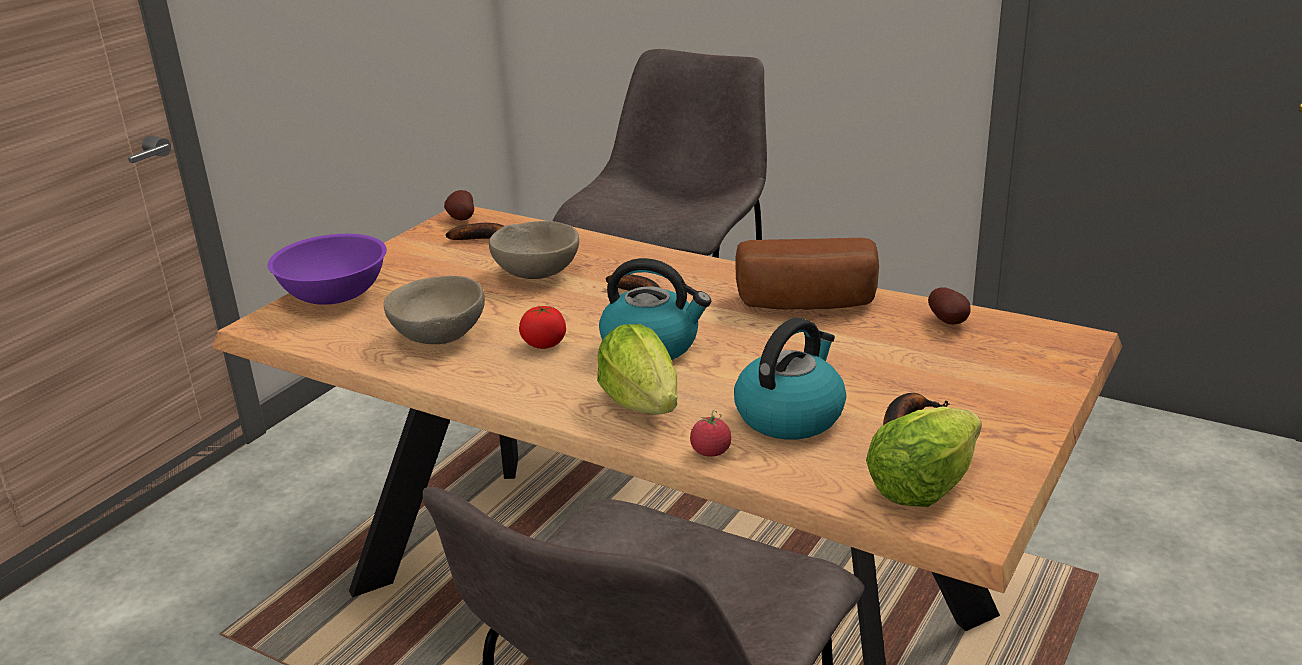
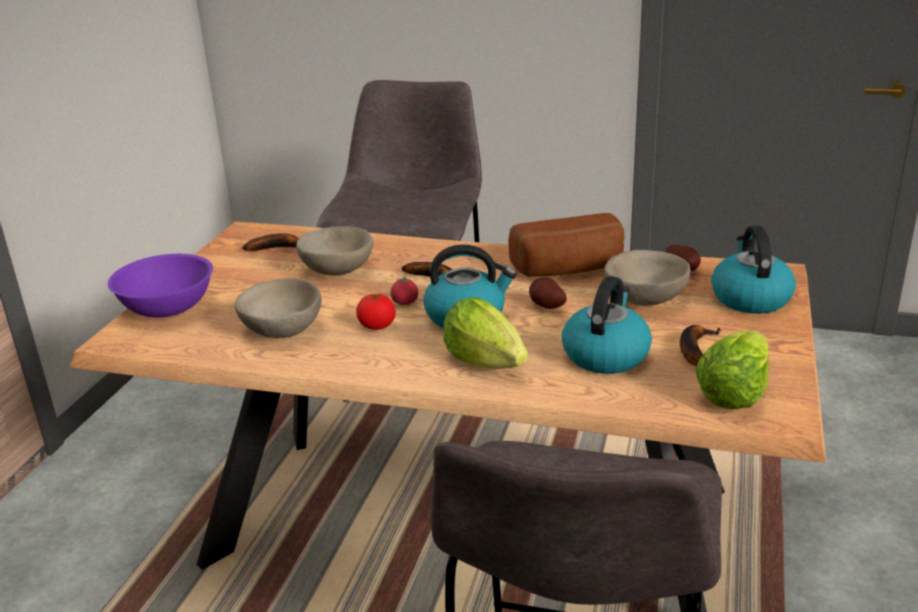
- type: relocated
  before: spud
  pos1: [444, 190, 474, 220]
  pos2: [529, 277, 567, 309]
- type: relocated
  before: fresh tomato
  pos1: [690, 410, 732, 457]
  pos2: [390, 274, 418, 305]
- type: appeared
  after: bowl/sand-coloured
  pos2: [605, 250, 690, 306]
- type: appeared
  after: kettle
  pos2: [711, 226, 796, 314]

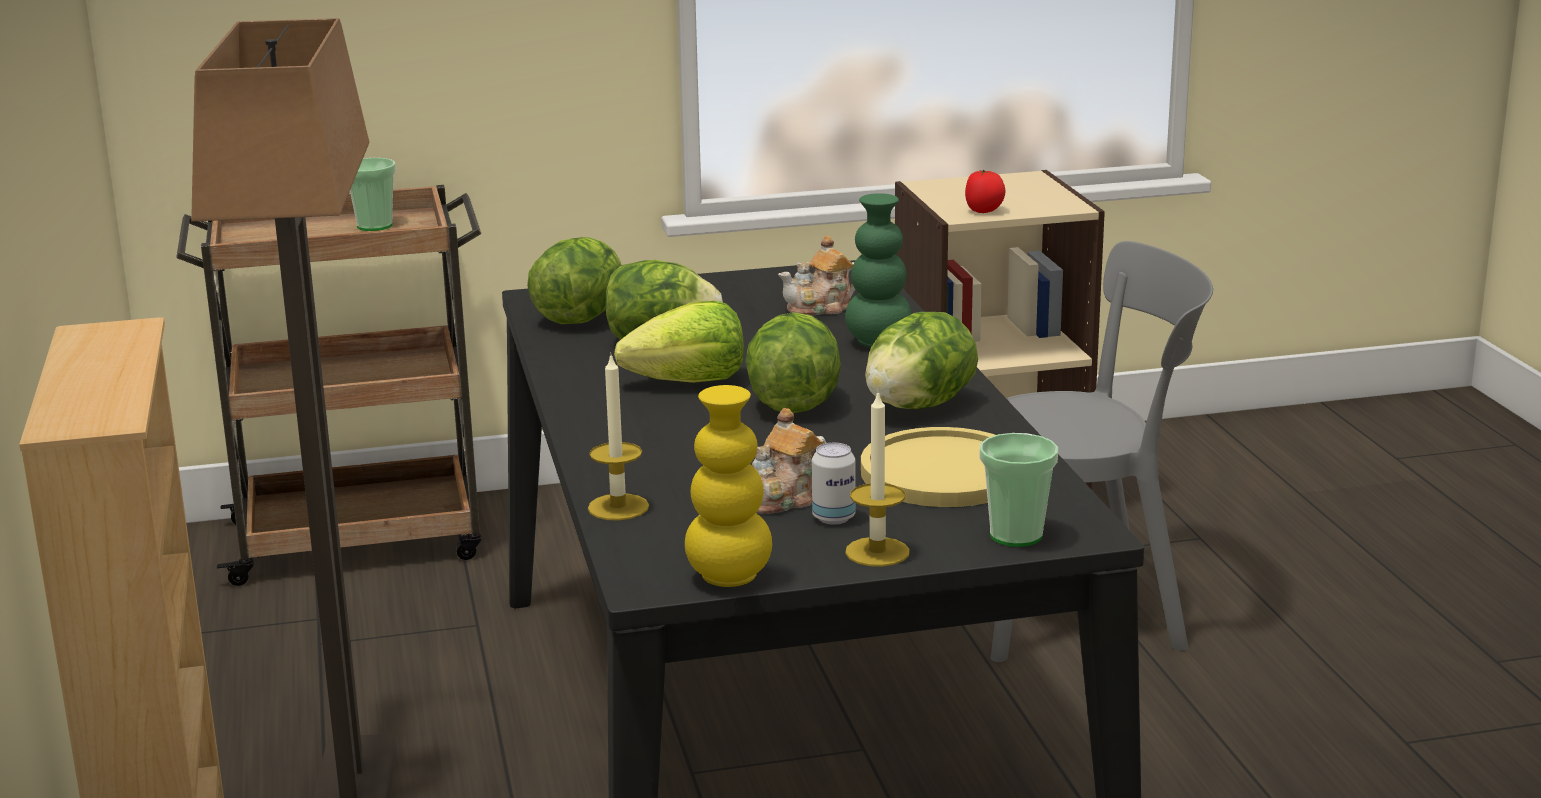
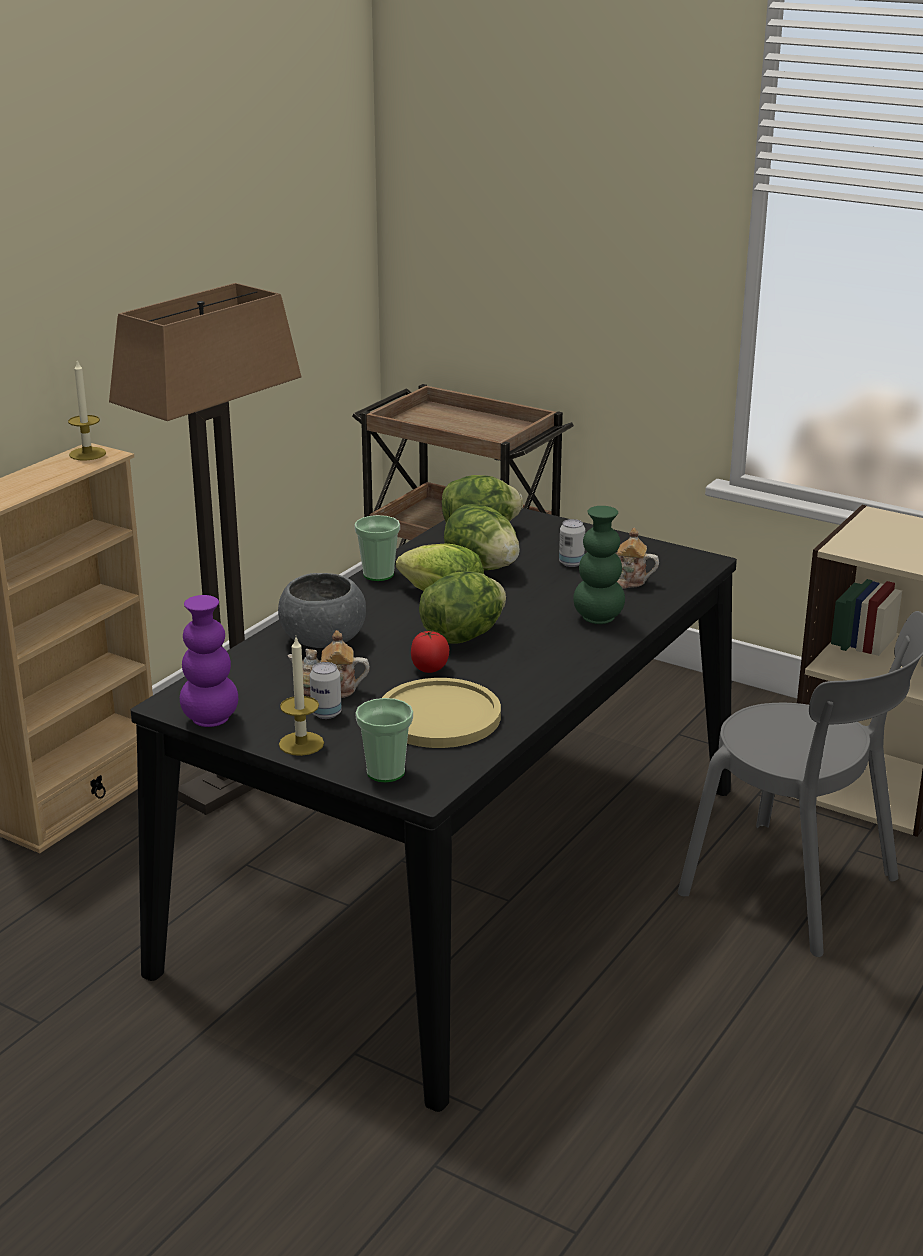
- type: relocated
  before: small cup
  pos1: [350, 158, 396, 231]
  pos2: [354, 515, 400, 581]
- type: relocated
  before: candle
  pos1: [588, 352, 649, 521]
  pos2: [68, 360, 106, 461]
- type: colour
  before: flower vase/yellowish
  after: flower vase/purplish
  pos1: [685, 385, 772, 587]
  pos2: [180, 595, 238, 727]
- type: missing
  before: head of lettuce
  pos1: [865, 312, 978, 409]
- type: relocated
  before: fresh tomato
  pos1: [965, 170, 1006, 213]
  pos2: [411, 631, 449, 673]
- type: appeared
  after: bowl/gray
  pos2: [278, 573, 366, 648]
- type: appeared
  after: can
  pos2: [559, 519, 585, 567]

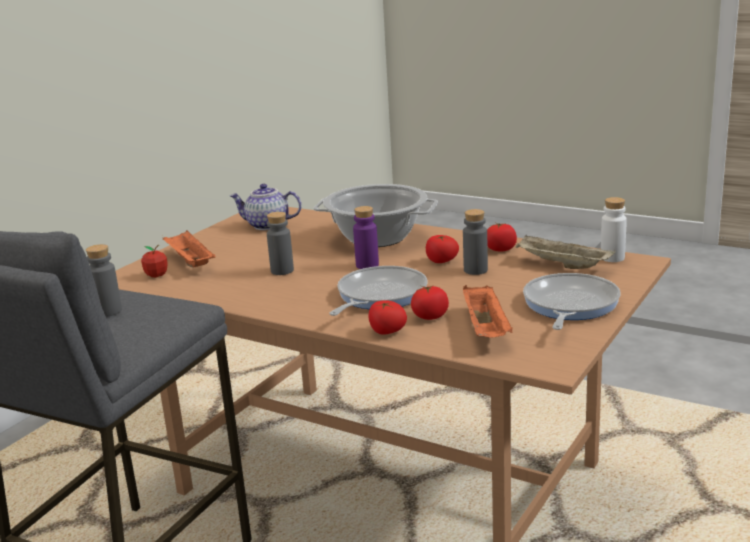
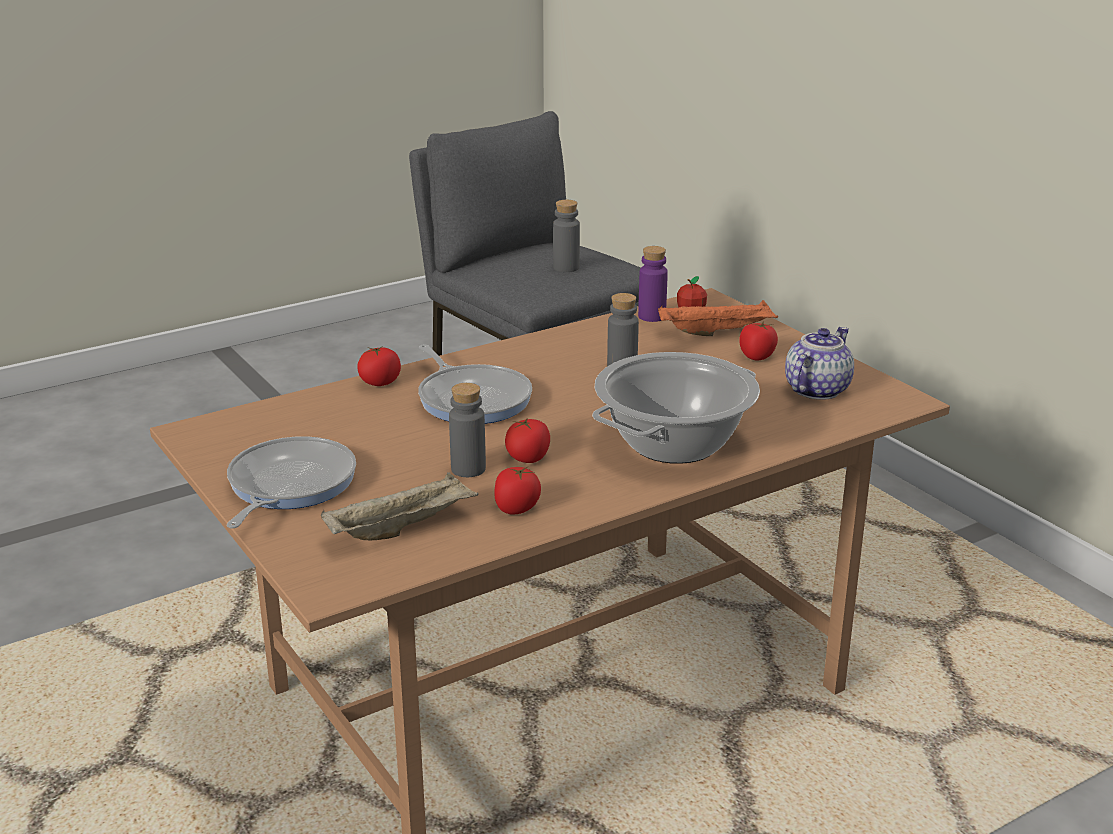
- type: relocated
  before: drink bottle/purplish
  pos1: [353, 206, 379, 269]
  pos2: [638, 246, 668, 322]
- type: relocated
  before: fresh tomato
  pos1: [411, 285, 449, 320]
  pos2: [739, 322, 778, 361]
- type: missing
  before: tray/orange
  pos1: [463, 285, 513, 338]
- type: spun
  before: frying pan
  pos1: [523, 273, 620, 330]
  pos2: [227, 436, 356, 528]
  turn: -120
- type: missing
  before: drink bottle/whitish
  pos1: [601, 197, 627, 262]

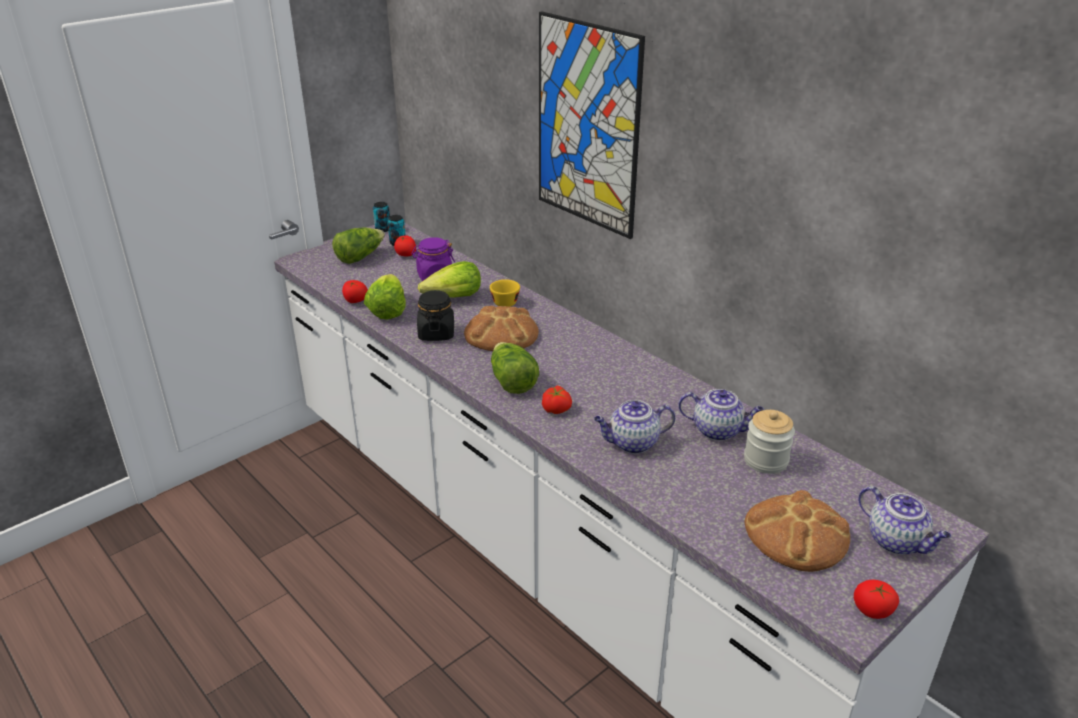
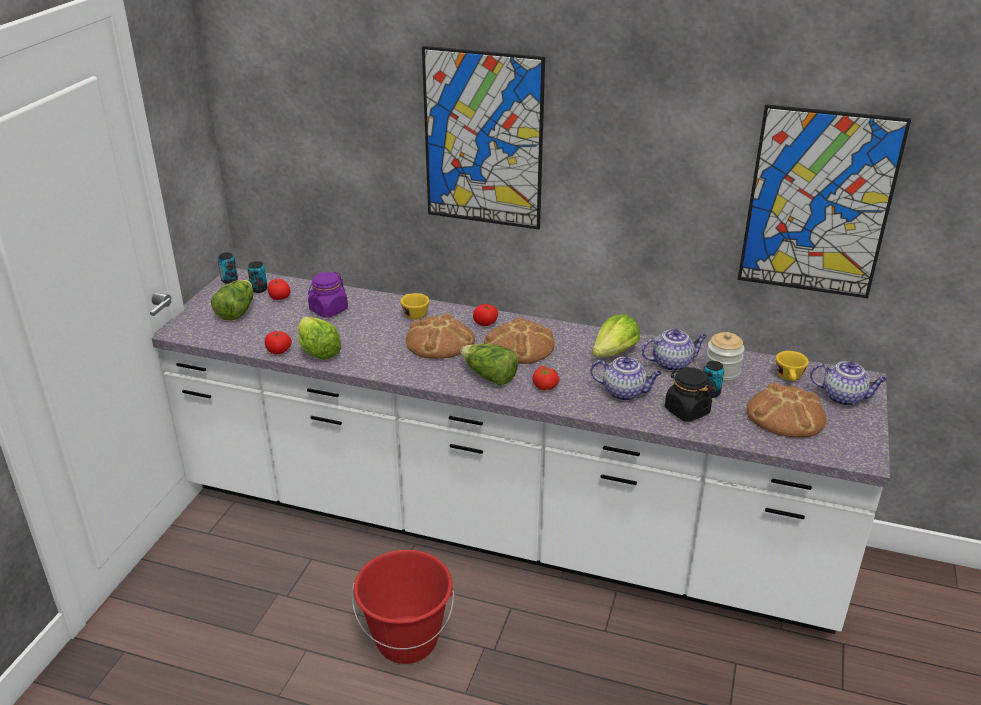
- type: relocated
  before: storage jar/blackish
  pos1: [417, 290, 454, 341]
  pos2: [665, 367, 712, 422]
- type: relocated
  before: head of lettuce
  pos1: [418, 261, 481, 297]
  pos2: [592, 314, 640, 357]
- type: spun
  before: pot for tea
  pos1: [594, 400, 675, 454]
  pos2: [590, 357, 662, 401]
  turn: -120
- type: relocated
  before: fresh tomato
  pos1: [854, 580, 899, 619]
  pos2: [473, 304, 498, 326]
- type: appeared
  after: water bucket/red
  pos2: [352, 550, 454, 664]
- type: appeared
  after: bakery bread
  pos2: [484, 317, 555, 364]
- type: appeared
  after: can
  pos2: [703, 361, 724, 398]
- type: appeared
  after: wall art
  pos2: [738, 104, 911, 298]
- type: appeared
  after: small cup/yellowish
  pos2: [776, 351, 809, 381]

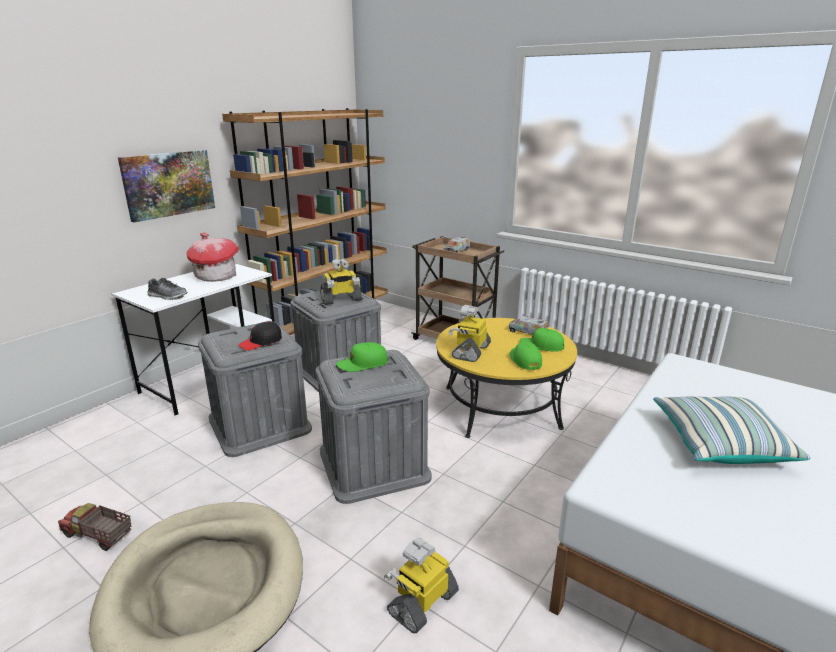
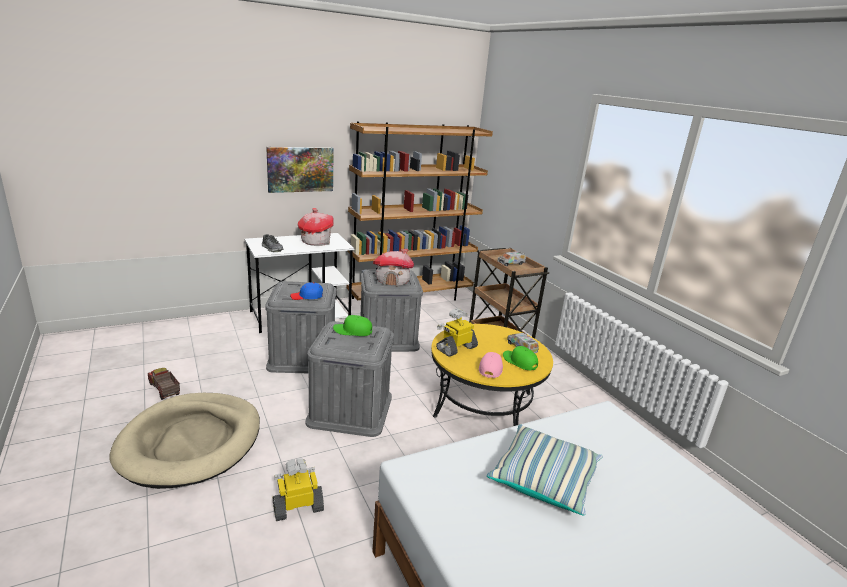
- type: colour
  before: cap/blackish
  after: cap/bluish
  pos1: [238, 321, 282, 351]
  pos2: [290, 282, 323, 300]
- type: exchanged
  before: toy robot
  after: model house
  pos1: [320, 258, 362, 305]
  pos2: [373, 249, 414, 286]
- type: colour
  before: cap/green-coloured
  after: cap/pinkish
  pos1: [510, 342, 542, 370]
  pos2: [479, 352, 503, 378]

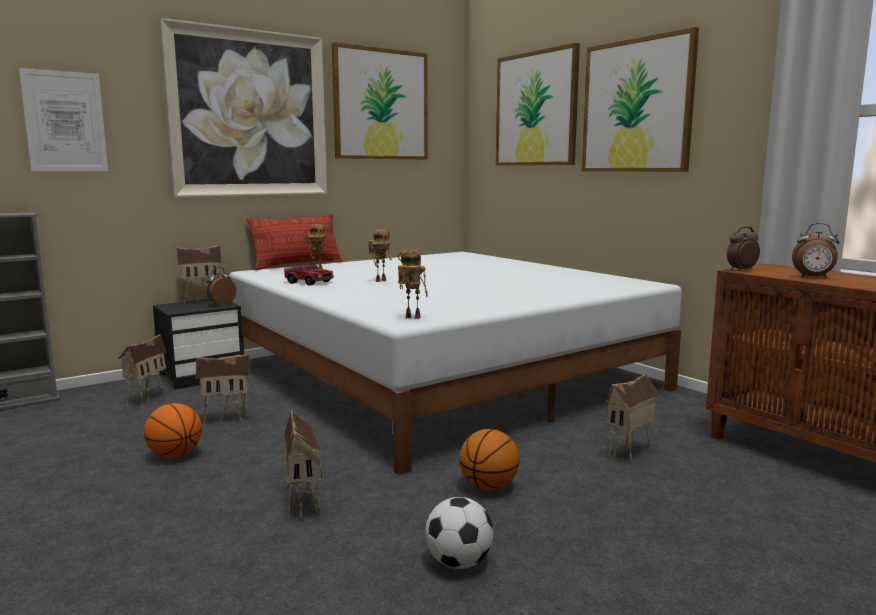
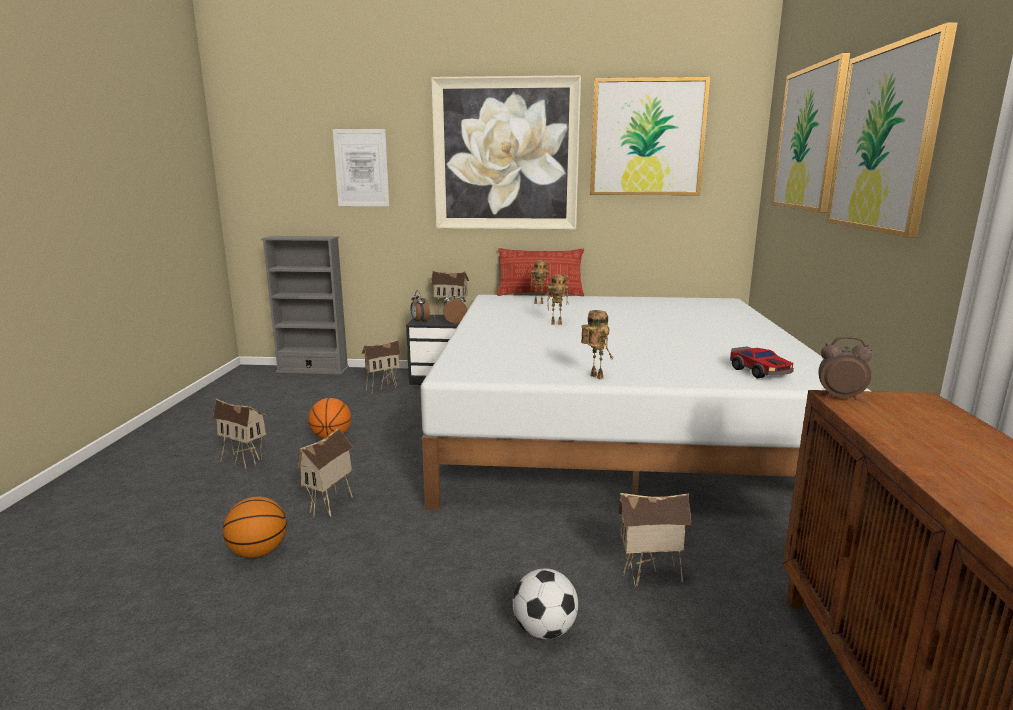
- type: relocated
  before: model house
  pos1: [196, 354, 251, 426]
  pos2: [213, 399, 266, 469]
- type: relocated
  before: toy car
  pos1: [284, 265, 334, 286]
  pos2: [730, 346, 794, 378]
- type: relocated
  before: toy robot
  pos1: [398, 250, 428, 319]
  pos2: [581, 310, 613, 379]
- type: relocated
  before: football ball
  pos1: [425, 497, 493, 569]
  pos2: [512, 568, 578, 639]
- type: relocated
  before: basketball ball
  pos1: [459, 429, 519, 490]
  pos2: [223, 496, 287, 558]
- type: relocated
  before: table clock
  pos1: [792, 223, 839, 278]
  pos2: [410, 290, 430, 323]

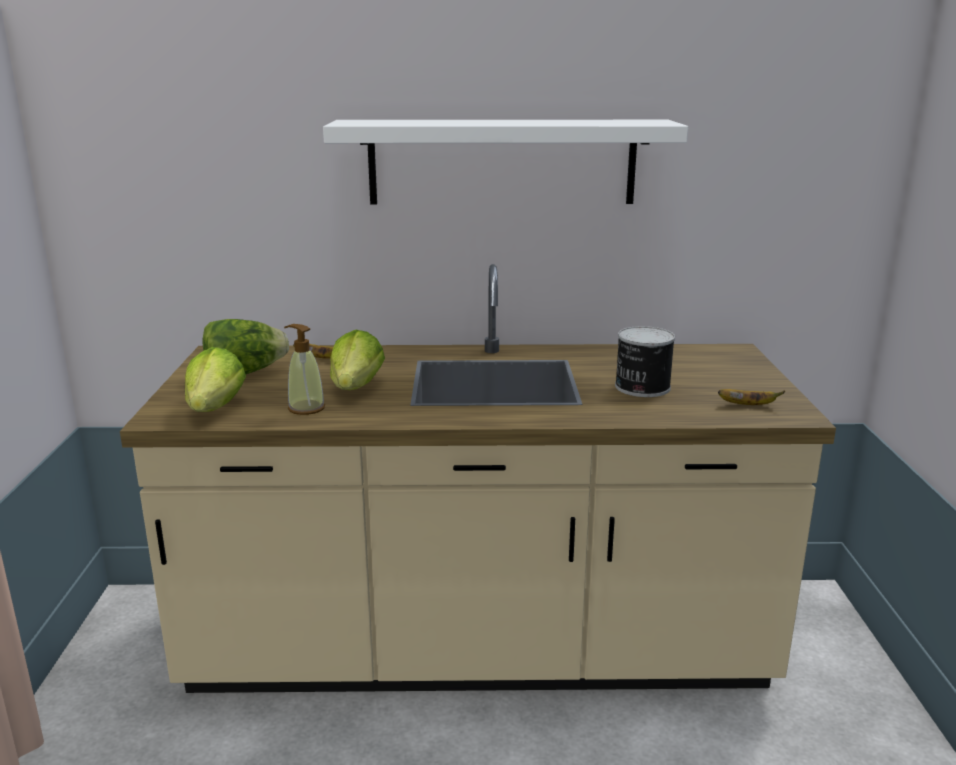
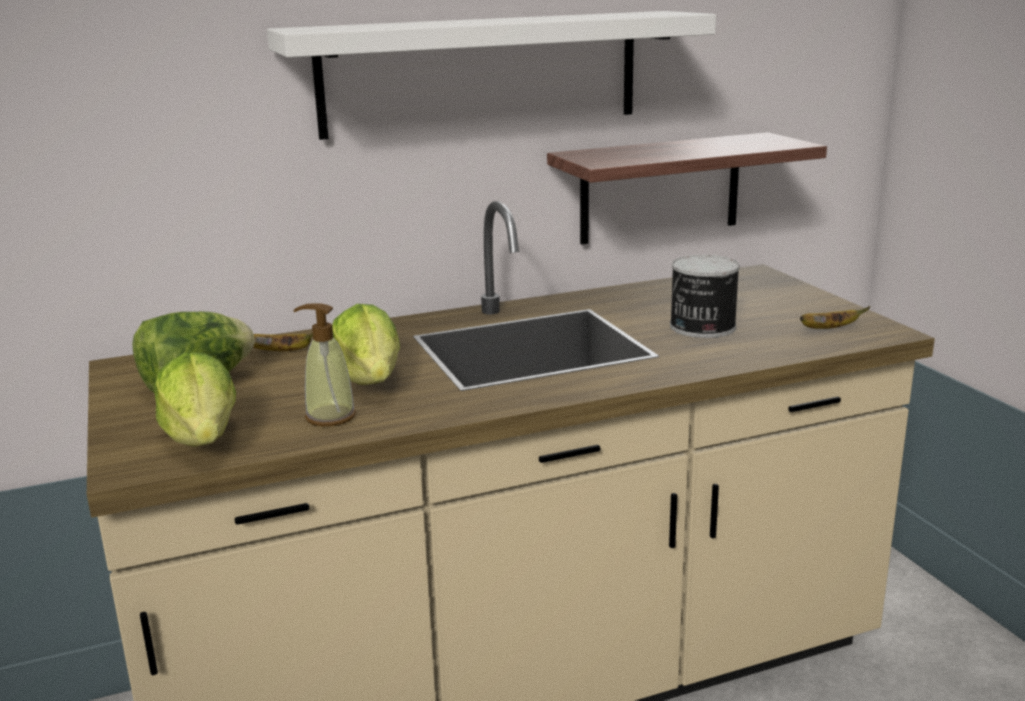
- type: appeared
  after: bracket shelf
  pos2: [547, 132, 827, 245]

